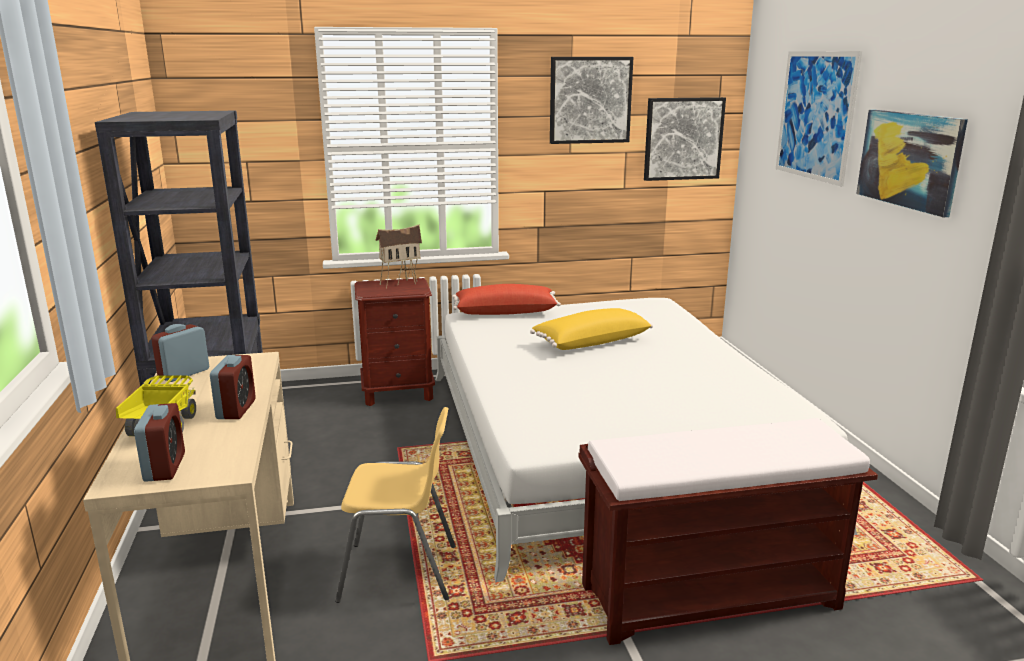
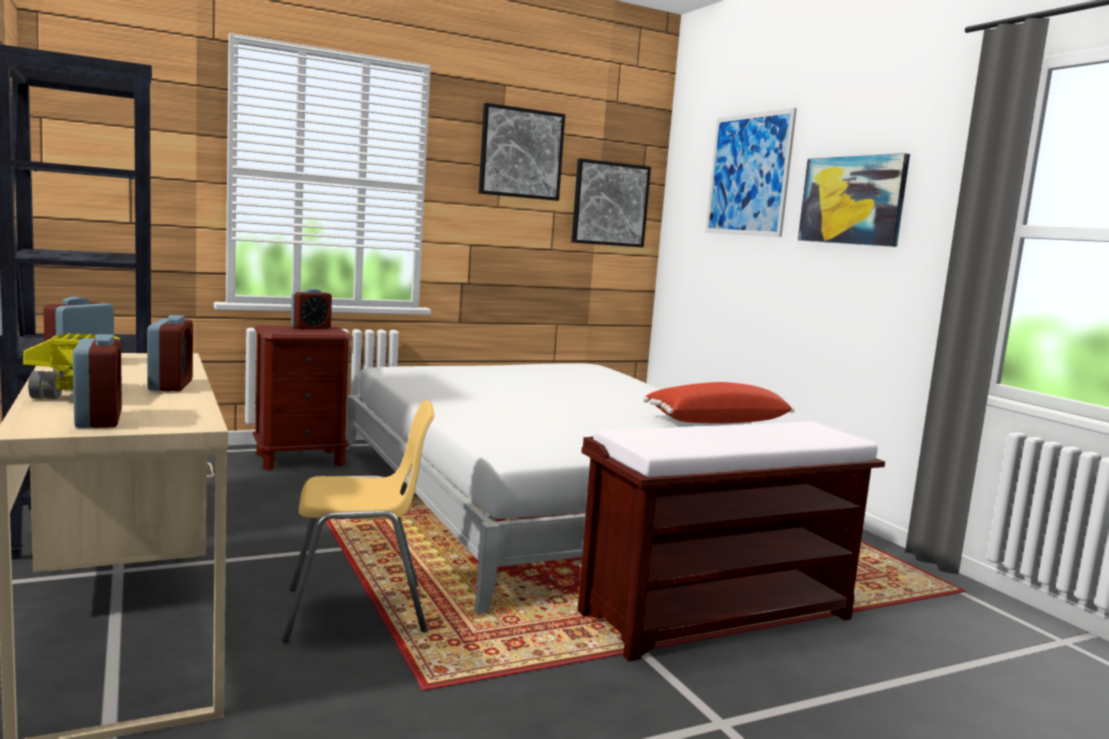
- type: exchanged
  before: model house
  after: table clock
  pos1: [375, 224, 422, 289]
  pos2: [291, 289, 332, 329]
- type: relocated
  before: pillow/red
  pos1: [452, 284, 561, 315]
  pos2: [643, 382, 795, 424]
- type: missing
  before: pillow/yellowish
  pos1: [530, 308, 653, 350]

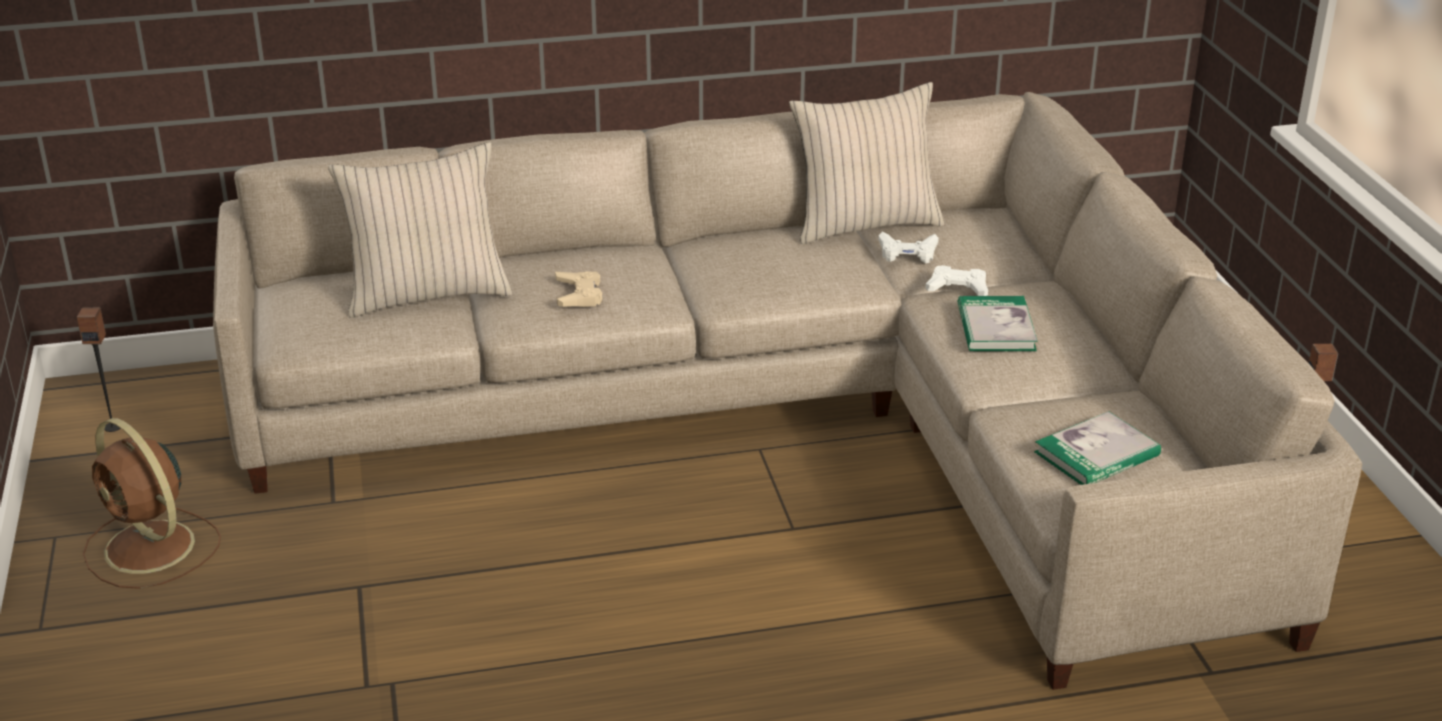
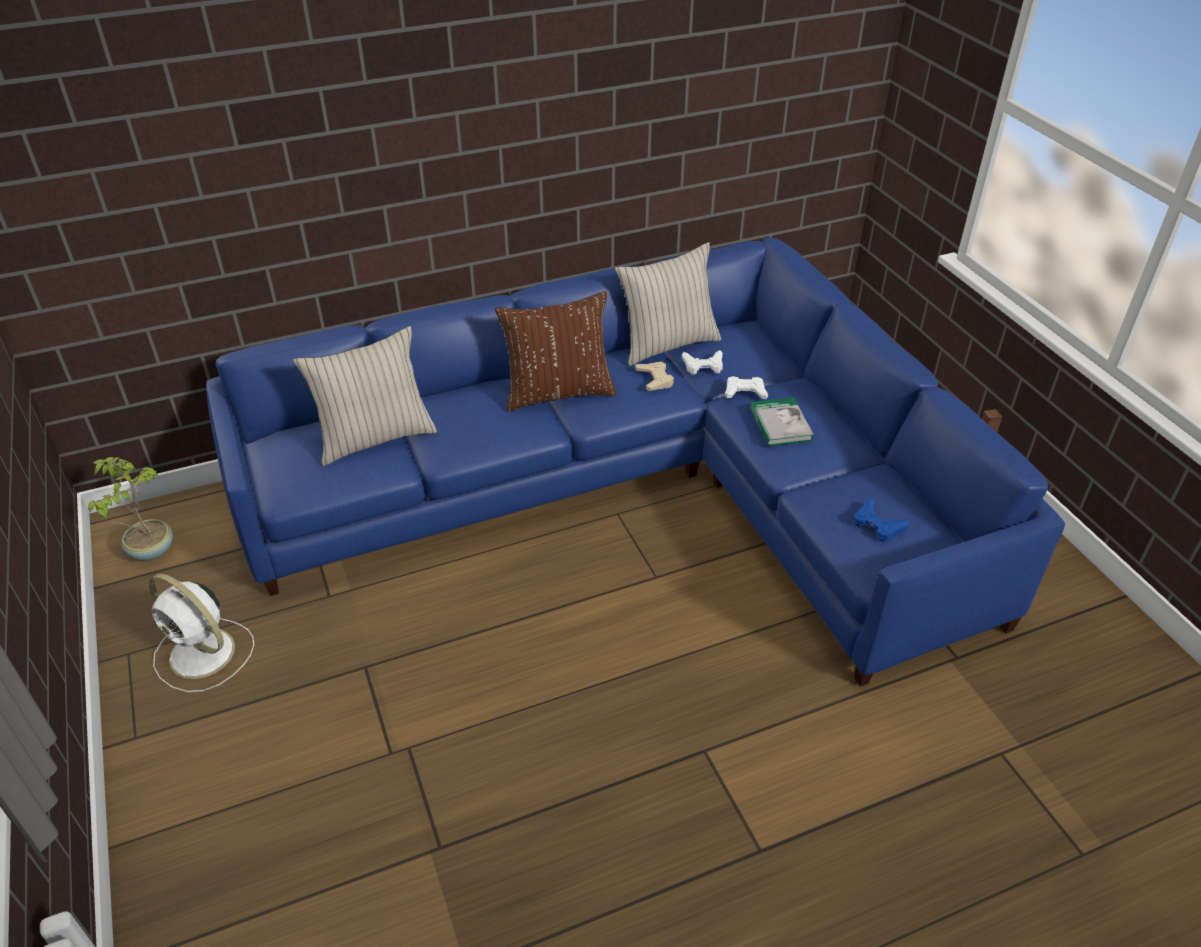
- type: exchanged
  before: speaker
  after: houseplant
  pos1: [77, 307, 121, 432]
  pos2: [88, 457, 173, 561]
- type: colour
  before: cooling fan/brown
  after: cooling fan/whitish
  pos1: [83, 418, 221, 589]
  pos2: [149, 574, 254, 692]
- type: colour
  before: sofa/sand-coloured
  after: sofa/bluish
  pos1: [213, 92, 1363, 690]
  pos2: [206, 237, 1065, 687]
- type: relocated
  before: game controller/sand-coloured
  pos1: [555, 271, 602, 307]
  pos2: [635, 361, 674, 391]
- type: exchanged
  before: volume
  after: game controller/bluish
  pos1: [1034, 411, 1161, 485]
  pos2: [854, 499, 909, 542]
- type: appeared
  after: pillow/brown
  pos2: [495, 291, 617, 412]

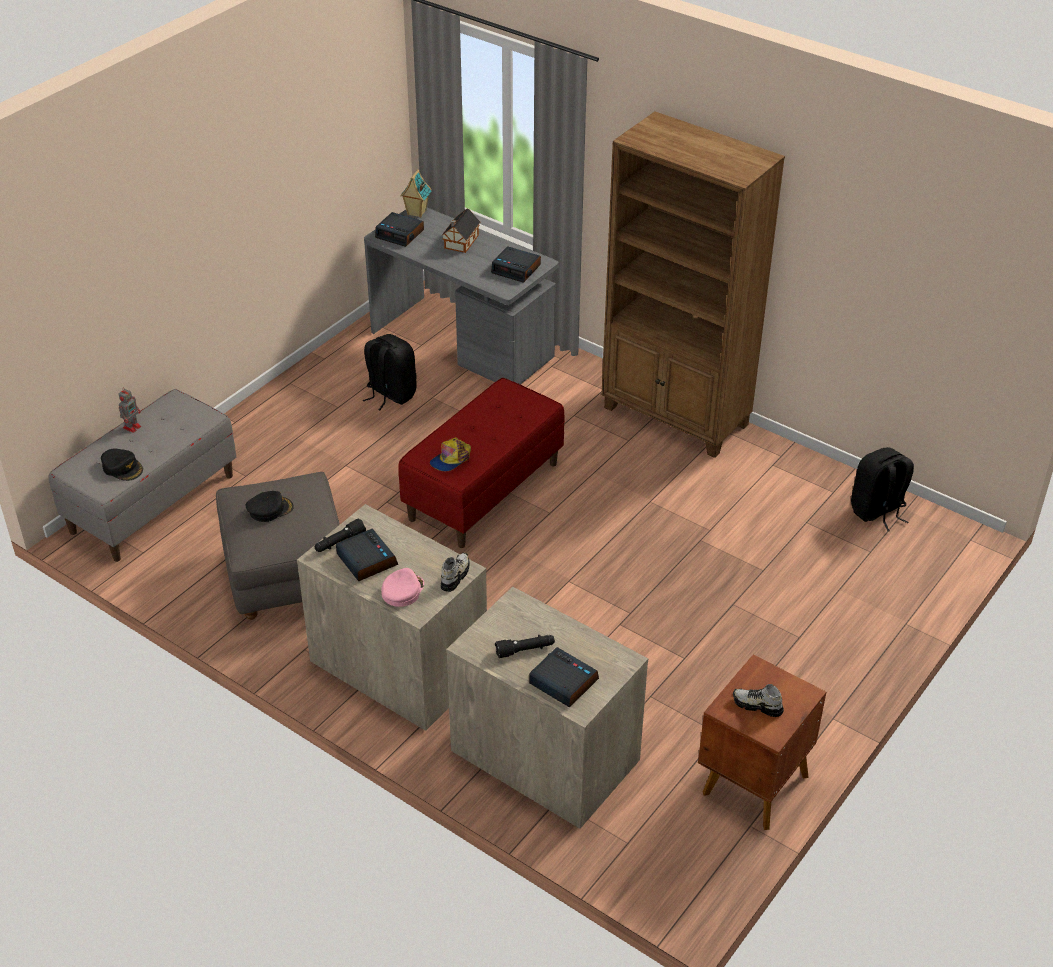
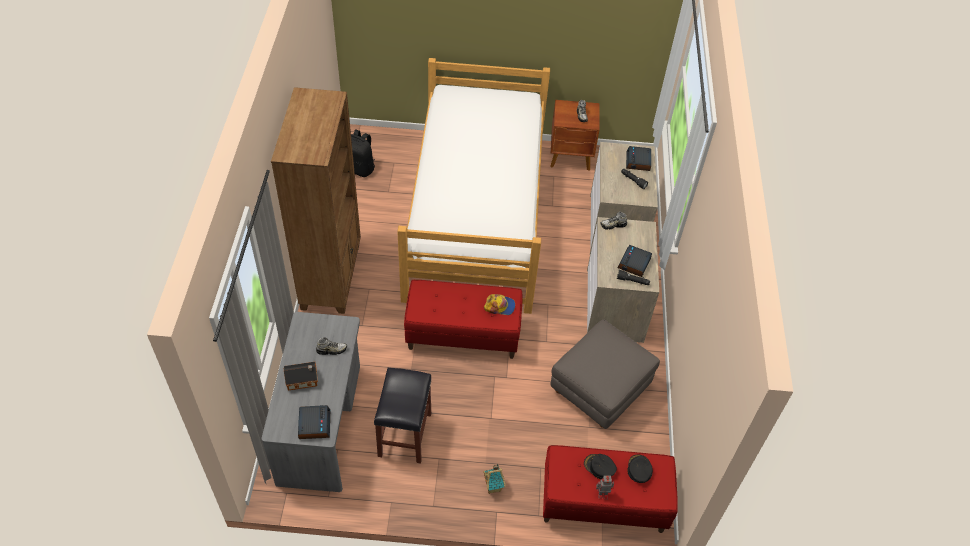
- type: colour
  before: indoor bench/gray
  after: indoor bench/red
  pos1: [49, 389, 236, 562]
  pos2: [543, 445, 678, 533]
- type: relocated
  before: cap/blackish
  pos1: [245, 491, 294, 522]
  pos2: [584, 454, 617, 479]
- type: exchanged
  before: backpack/blackish
  after: sitting stool/blackish
  pos1: [363, 334, 417, 410]
  pos2: [374, 368, 432, 463]
- type: missing
  before: cap/pinkish
  pos1: [381, 568, 424, 607]
- type: relocated
  before: model house
  pos1: [400, 169, 431, 218]
  pos2: [483, 464, 506, 494]
- type: missing
  before: table clock
  pos1: [491, 246, 541, 283]
- type: appeared
  after: item of footwear
  pos2: [316, 337, 347, 355]
- type: appeared
  after: bedroom bed
  pos2: [397, 58, 550, 314]

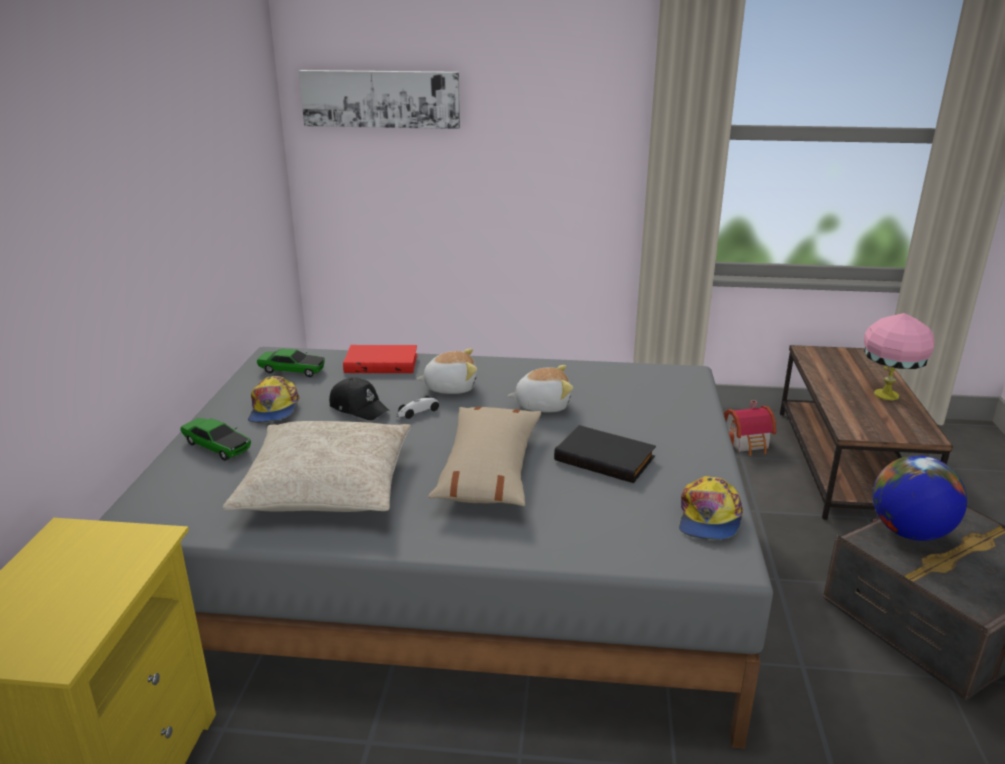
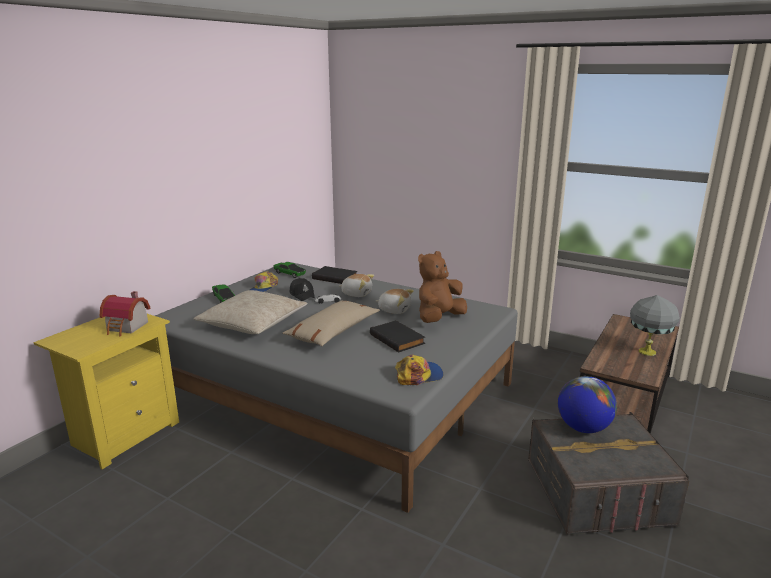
- type: missing
  before: wall art
  pos1: [299, 70, 460, 129]
- type: colour
  before: volume/red
  after: volume/blackish
  pos1: [343, 345, 418, 373]
  pos2: [312, 266, 358, 284]
- type: spun
  before: cap
  pos1: [679, 476, 743, 539]
  pos2: [395, 354, 444, 385]
  turn: -150
- type: relocated
  before: model house
  pos1: [724, 400, 776, 456]
  pos2: [100, 291, 150, 336]
- type: colour
  before: tabletop lamp/pinkish
  after: tabletop lamp/gray
  pos1: [864, 313, 935, 400]
  pos2: [630, 295, 680, 356]
- type: appeared
  after: cuddly toy/brown
  pos2: [418, 251, 467, 323]

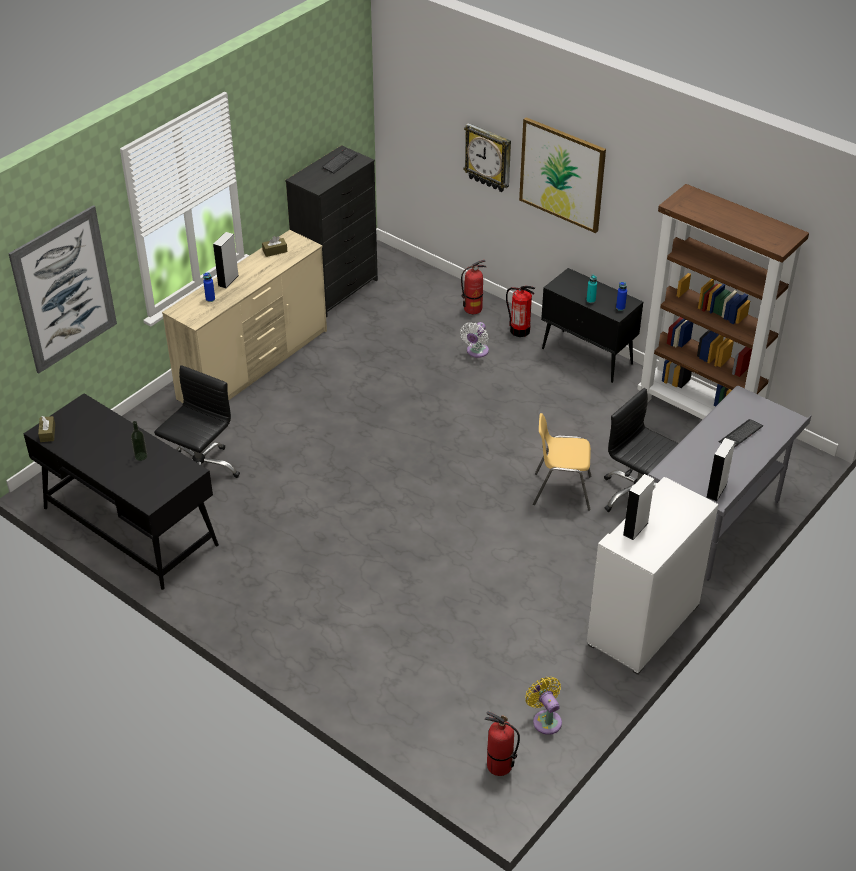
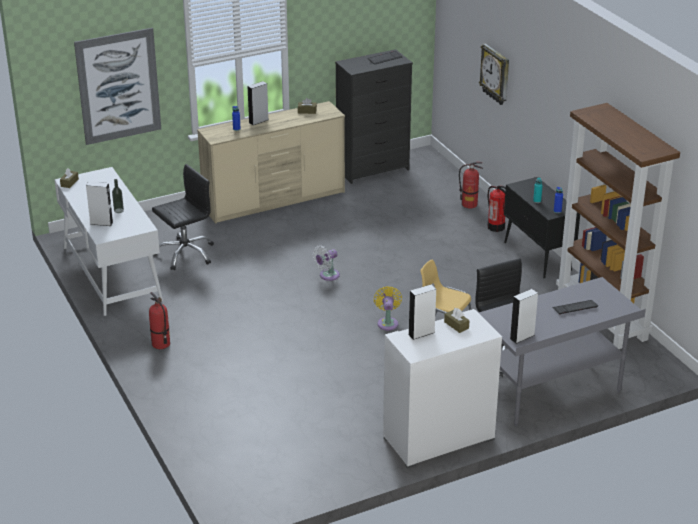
- type: colour
  before: desk/blackish
  after: desk/whitish
  pos1: [23, 393, 219, 590]
  pos2: [54, 167, 163, 316]
- type: relocated
  before: cooling fan/whitish
  pos1: [460, 322, 489, 358]
  pos2: [313, 246, 340, 281]
- type: relocated
  before: fire extinguisher
  pos1: [485, 711, 520, 776]
  pos2: [149, 292, 170, 349]
- type: missing
  before: wall art
  pos1: [519, 117, 606, 233]
- type: relocated
  before: cooling fan/yellowish
  pos1: [525, 677, 562, 735]
  pos2: [374, 286, 402, 330]
- type: appeared
  after: speaker/whitish
  pos2: [86, 181, 113, 226]
- type: appeared
  after: tissue box/brown
  pos2: [444, 308, 469, 333]

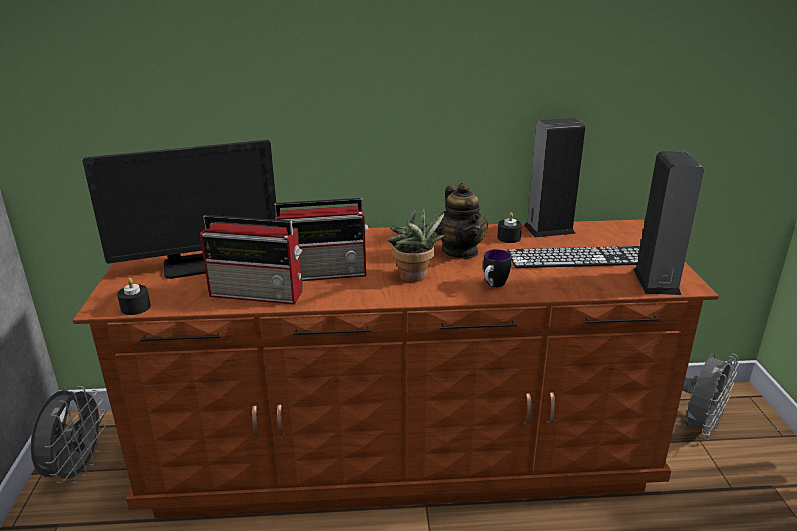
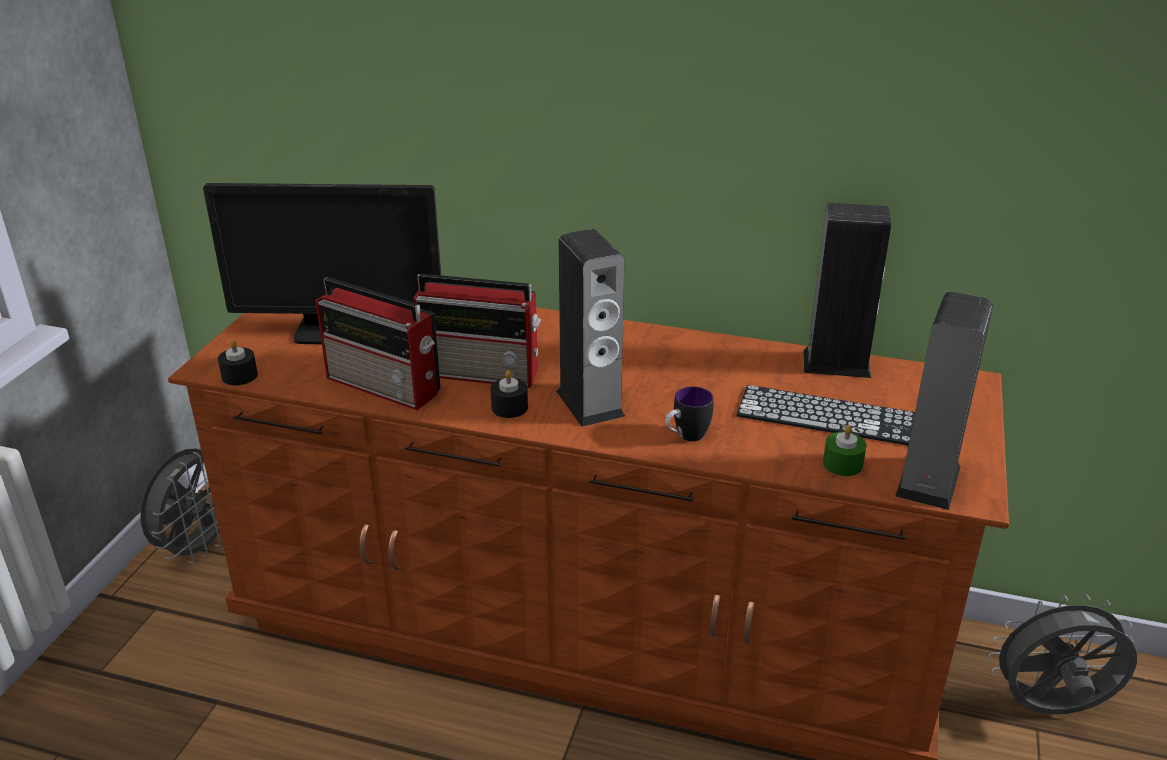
- type: exchanged
  before: houseplant
  after: speaker
  pos1: [387, 208, 445, 282]
  pos2: [556, 229, 626, 427]
- type: missing
  before: pot for tea
  pos1: [435, 182, 488, 259]
- type: relocated
  before: candle/blackish
  pos1: [497, 212, 522, 243]
  pos2: [490, 370, 528, 418]
- type: spun
  before: cooling fan/gray
  pos1: [683, 353, 739, 440]
  pos2: [988, 594, 1137, 714]
  turn: -150
- type: appeared
  after: candle/green-coloured
  pos2: [823, 425, 867, 476]

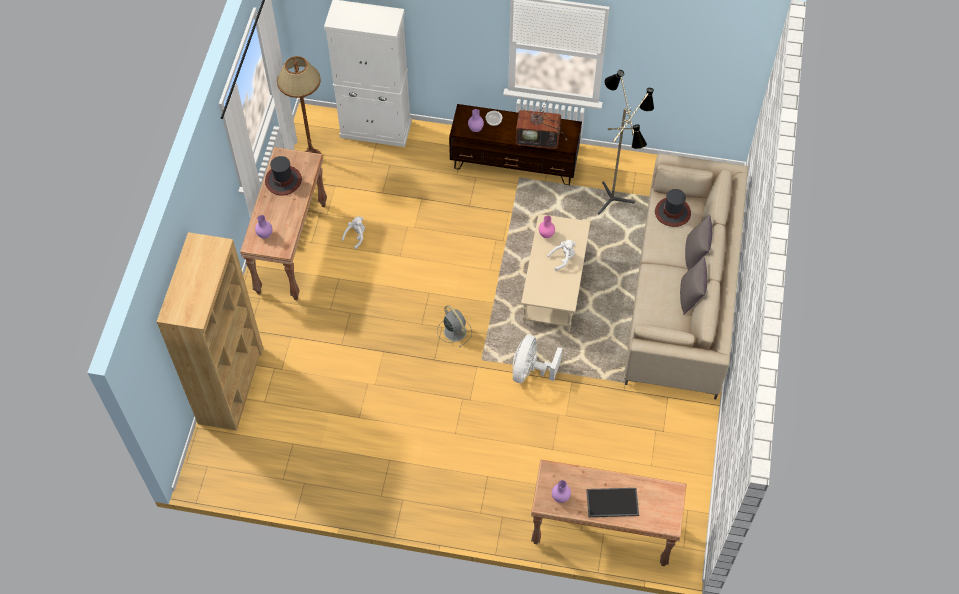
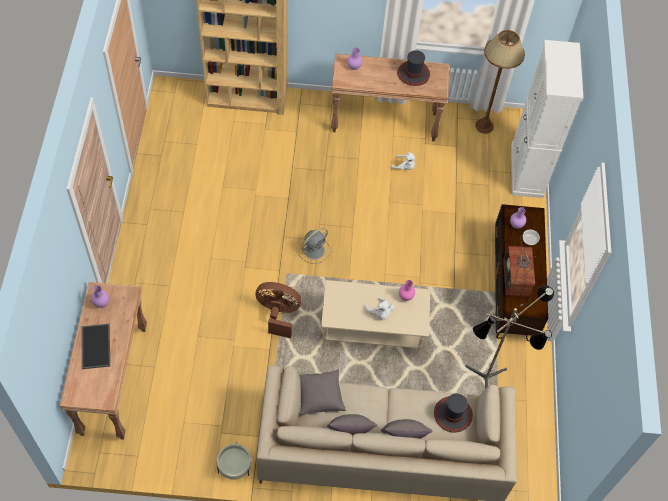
- type: colour
  before: cooling fan/whitish
  after: cooling fan/brown
  pos1: [512, 335, 562, 383]
  pos2: [255, 282, 301, 338]
- type: appeared
  after: planter/sand-coloured
  pos2: [217, 443, 251, 480]
- type: appeared
  after: pillow/gray
  pos2: [299, 369, 346, 415]

